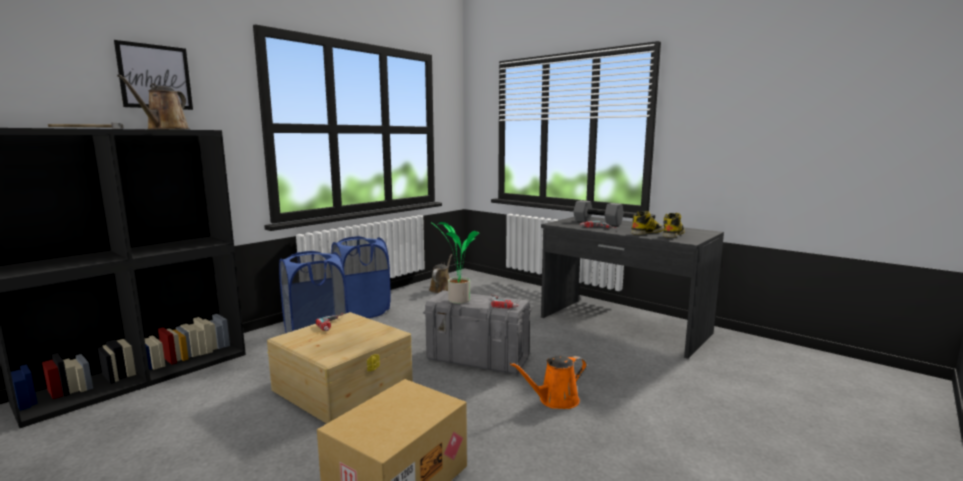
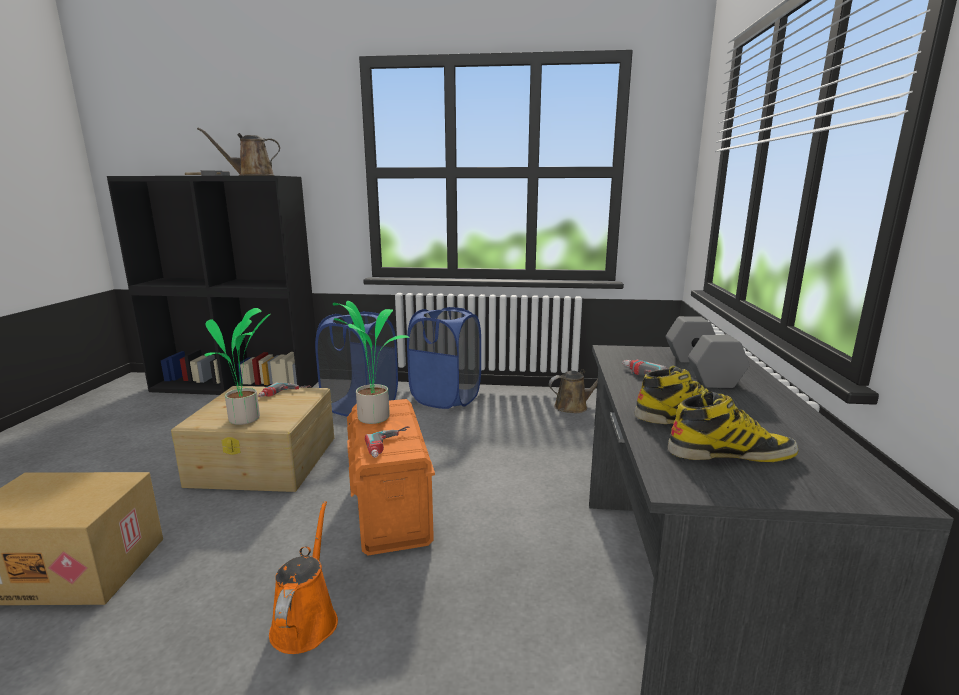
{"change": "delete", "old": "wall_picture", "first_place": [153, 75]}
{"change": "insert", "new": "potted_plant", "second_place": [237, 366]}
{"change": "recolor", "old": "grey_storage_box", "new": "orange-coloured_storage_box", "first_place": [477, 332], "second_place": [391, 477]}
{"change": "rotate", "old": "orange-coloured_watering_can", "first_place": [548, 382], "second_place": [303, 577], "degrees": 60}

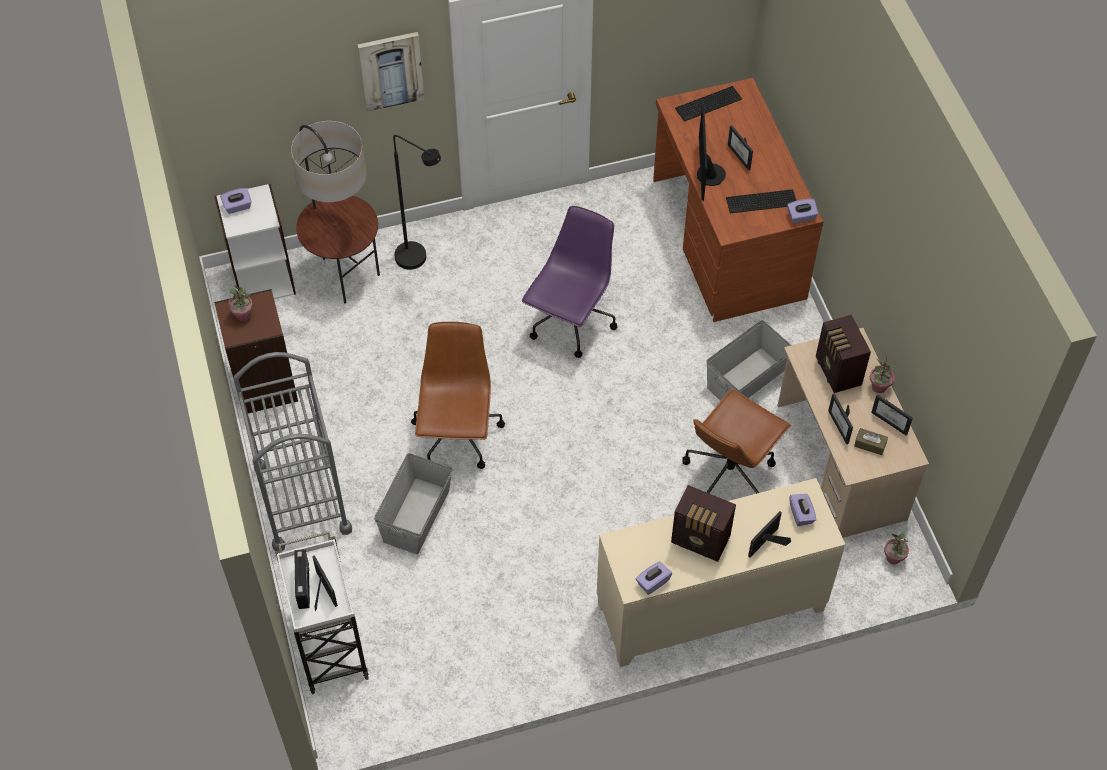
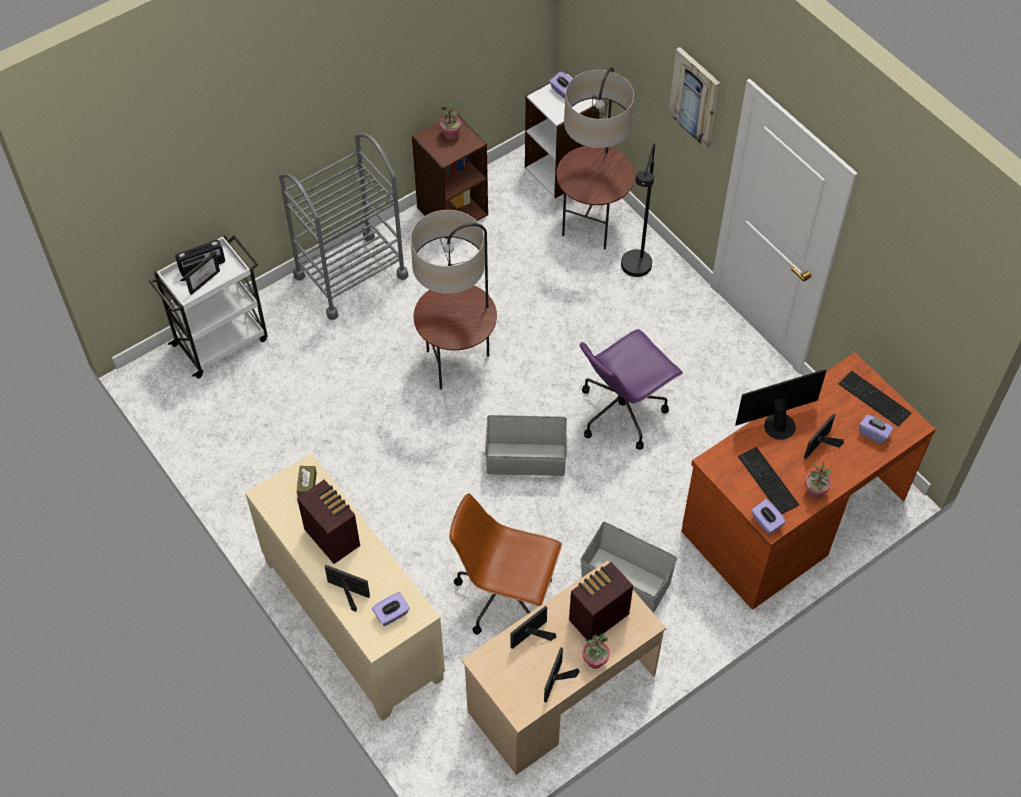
{"change": "move", "old": "grey_storage_box", "first_place": [413, 503], "second_place": [526, 445]}
{"change": "move", "old": "purplish_tissue_box", "first_place": [654, 578], "second_place": [876, 429]}
{"change": "move", "old": "brown_tissue_box", "first_place": [871, 441], "second_place": [307, 481]}
{"change": "move", "old": "potted_plant", "first_place": [896, 549], "second_place": [818, 481]}
{"change": "replace", "old": "brown_computer_chair", "new": "floor_lamp", "first_place": [458, 395], "second_place": [454, 299]}
{"change": "rotate", "old": "purplish_computer_chair", "first_place": [570, 282], "second_place": [631, 389], "degrees": 135}
{"change": "rotate", "old": "radio_set", "first_place": [703, 523], "second_place": [328, 522], "degrees": 135}

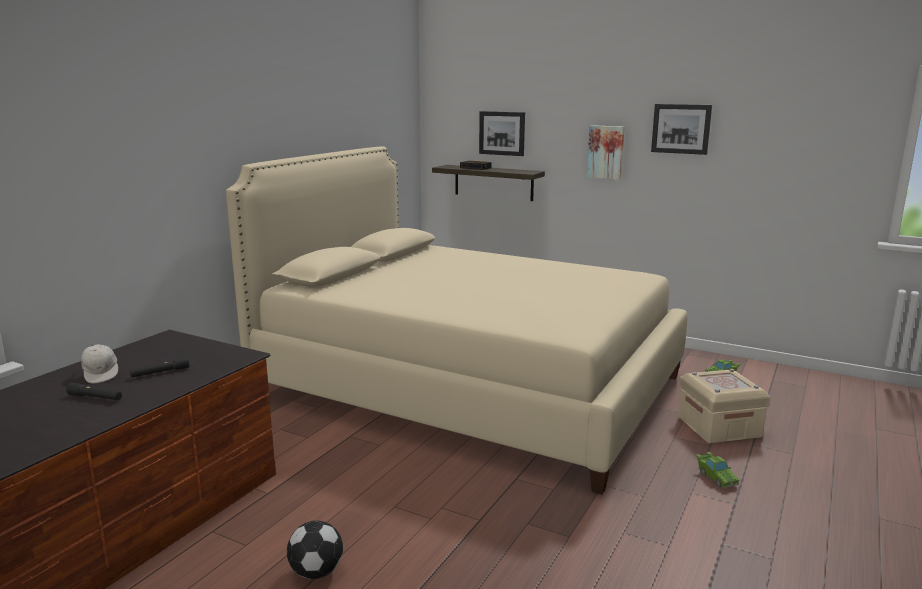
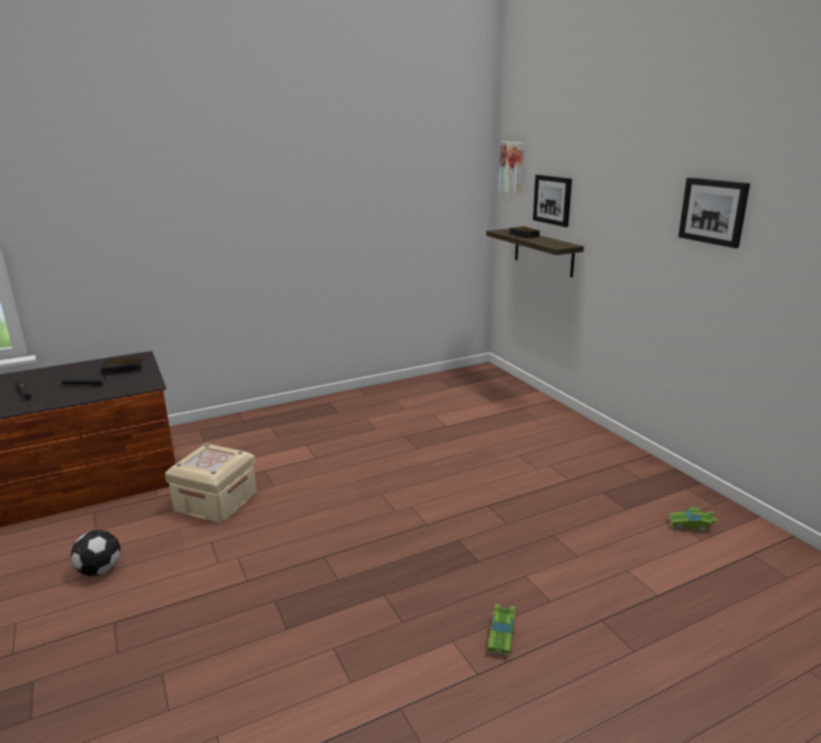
{"change": "delete", "old": "white-coloured_cap", "first_place": [99, 363]}
{"change": "delete", "old": "beige-coloured_sleeping_bed", "first_place": [456, 320]}
{"change": "insert", "new": "alarm_clock", "second_place": [121, 366]}
{"change": "move", "old": "wall_picture", "first_place": [606, 152], "second_place": [511, 168]}
{"change": "move", "old": "beige-coloured_storage_box", "first_place": [724, 406], "second_place": [211, 483]}

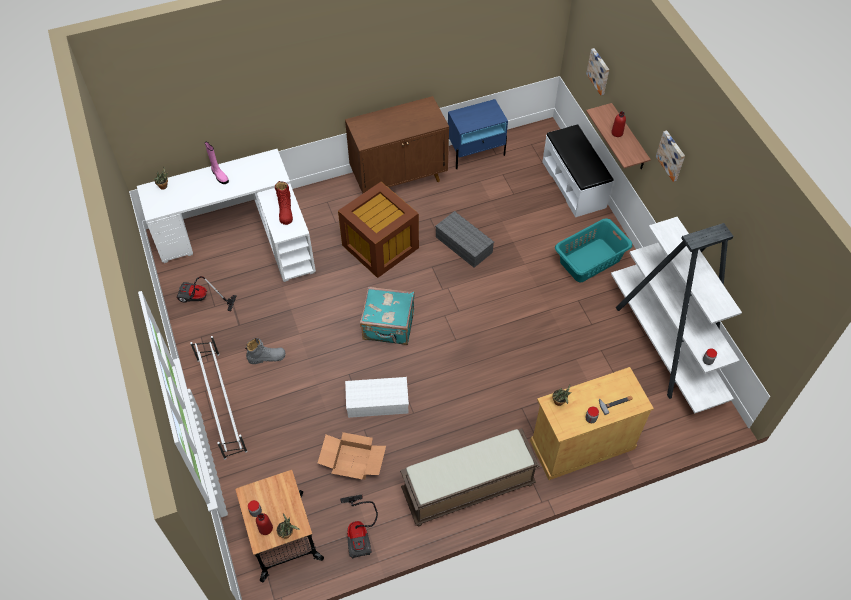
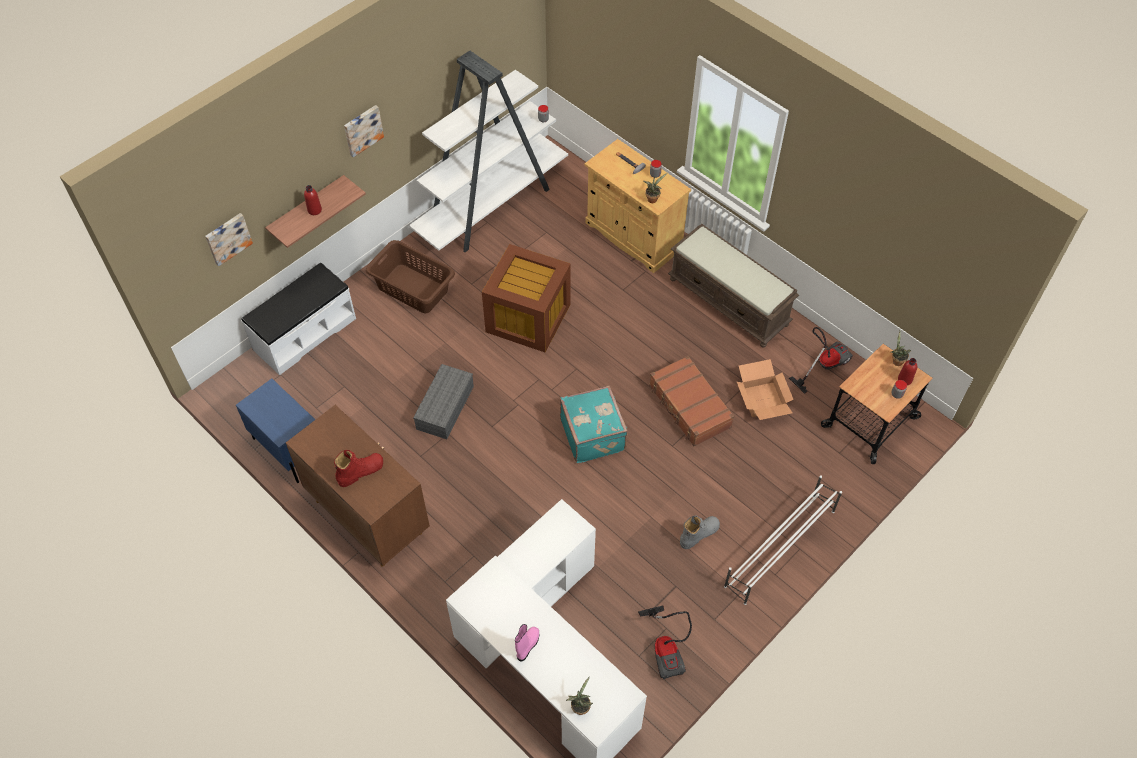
{"change": "move", "old": "reddish_high-top_boot", "first_place": [284, 203], "second_place": [358, 468]}
{"change": "move", "old": "brown_storage_box", "first_place": [378, 230], "second_place": [526, 298]}
{"change": "replace", "old": "white-coloured_storage_box", "new": "brown_piece_of_luggage", "first_place": [377, 397], "second_place": [691, 401]}
{"change": "recolor", "old": "turquoise_laundry_basket", "new": "brown_laundry_basket", "first_place": [593, 250], "second_place": [410, 276]}
{"change": "rotate", "old": "grey_high-top_boot", "first_place": [265, 351], "second_place": [700, 532], "degrees": 90}

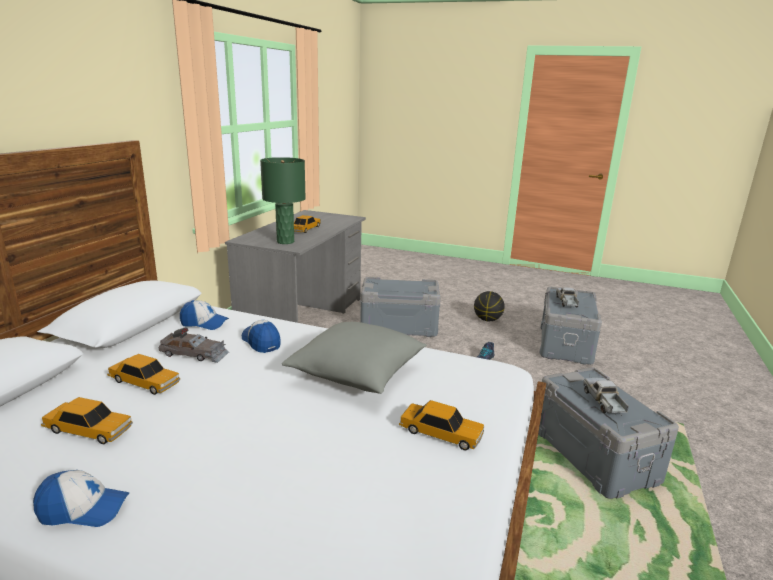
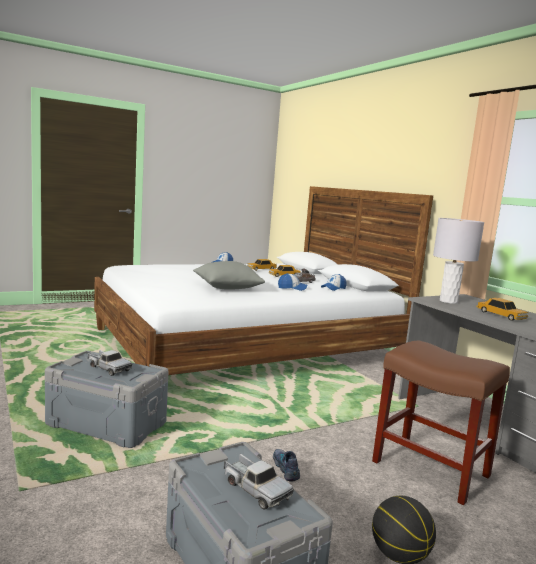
{"change": "delete", "old": "model_car", "first_place": [441, 425]}
{"change": "replace", "old": "grey_storage_box", "new": "brown_sitting_stool", "first_place": [400, 307], "second_place": [441, 423]}
{"change": "recolor", "old": "greenish_tabletop_lamp", "new": "grey_tabletop_lamp", "first_place": [283, 200], "second_place": [458, 261]}

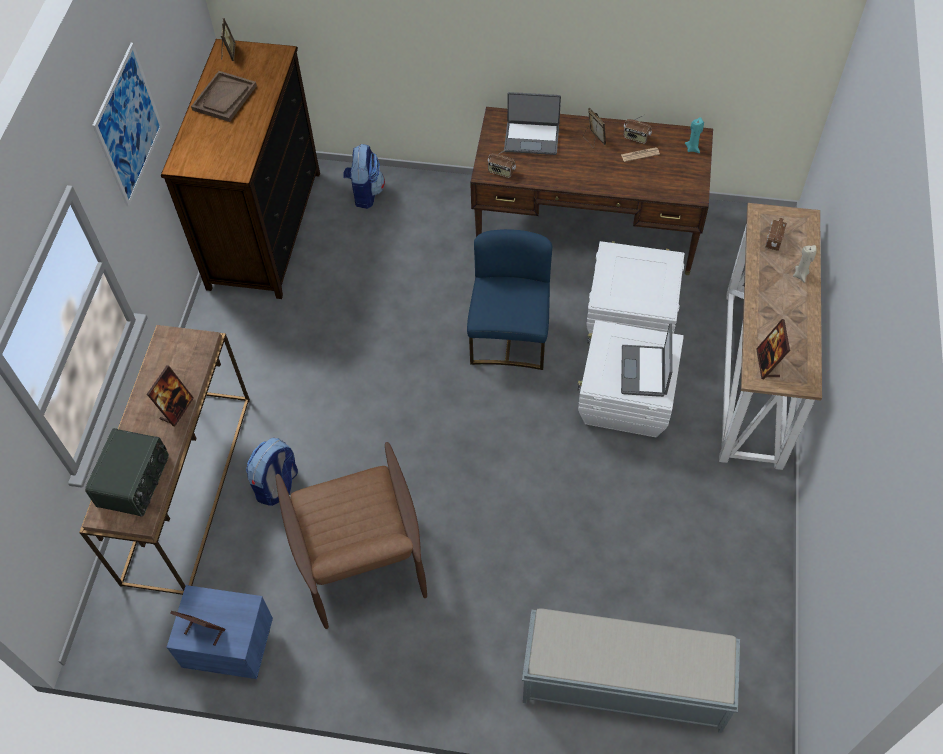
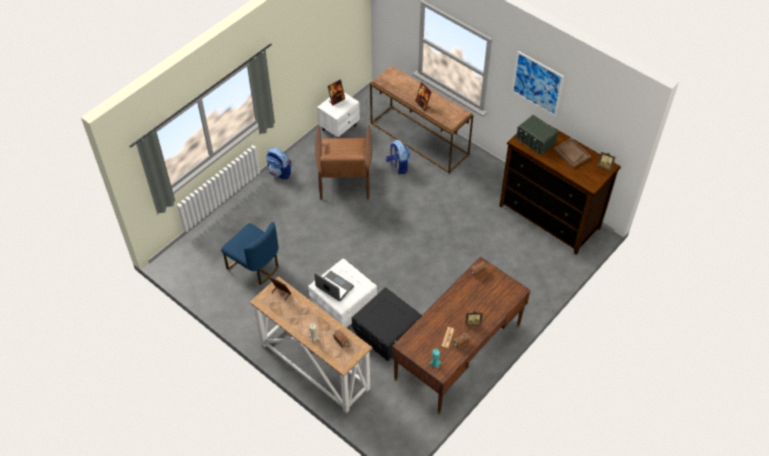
{"change": "delete", "old": "notebook_computer", "first_place": [532, 123]}
{"change": "delete", "old": "grey_indoor_bench", "first_place": [631, 670]}
{"change": "move", "old": "radio_set", "first_place": [127, 472], "second_place": [537, 135]}
{"change": "move", "old": "rucksack", "first_place": [364, 176], "second_place": [279, 163]}
{"change": "move", "old": "bluish_plain_chair", "first_place": [509, 299], "second_place": [250, 253]}
{"change": "recolor", "old": "bluish_nightstand", "new": "white-coloured_nightstand", "first_place": [219, 632], "second_place": [338, 115]}
{"change": "recolor", "old": "white-coloured_storage_box", "new": "blackish_storage_box", "first_place": [635, 287], "second_place": [387, 324]}
{"change": "rotate", "old": "brown_armchair", "first_place": [351, 535], "second_place": [343, 162], "degrees": -105}

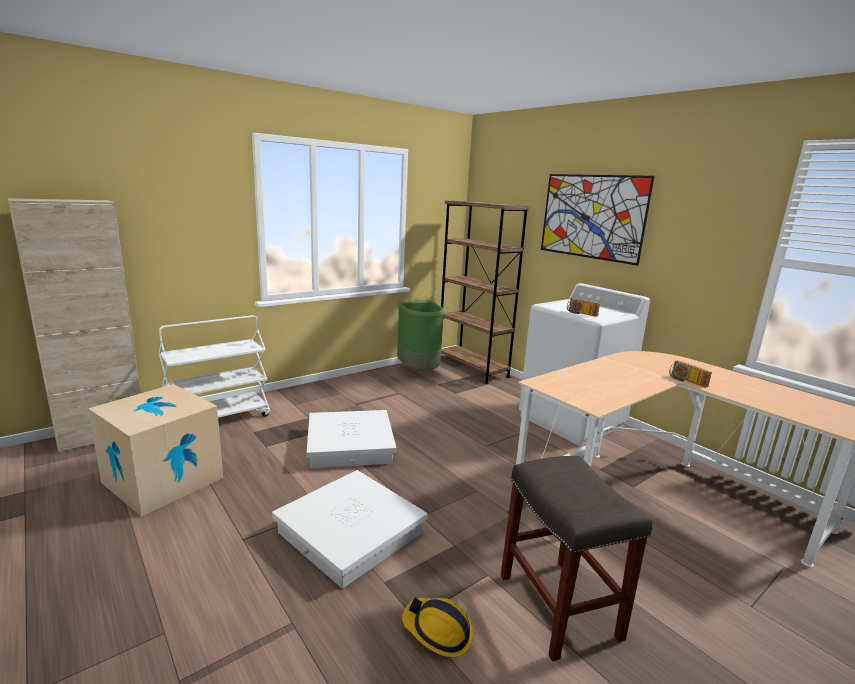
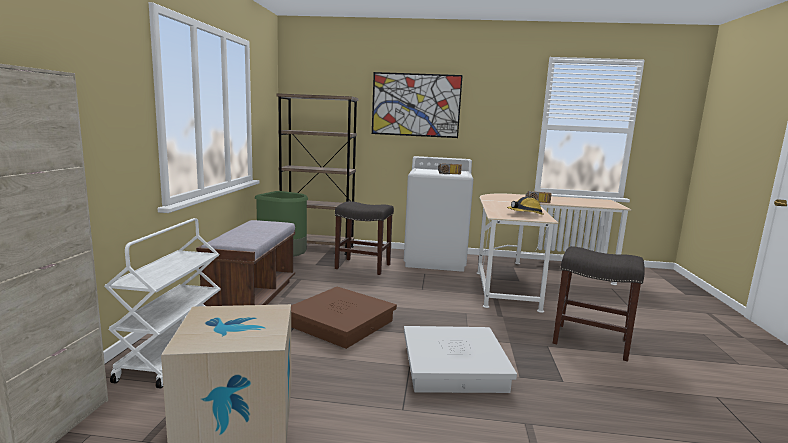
{"change": "insert", "new": "brown_indoor_bench", "second_place": [245, 263]}
{"change": "insert", "new": "grey_sitting_stool", "second_place": [364, 238]}
{"change": "move", "old": "safety_helmet", "first_place": [437, 627], "second_place": [525, 205]}
{"change": "recolor", "old": "white-coloured_storage_box", "new": "brown_storage_box", "first_place": [351, 439], "second_place": [344, 318]}

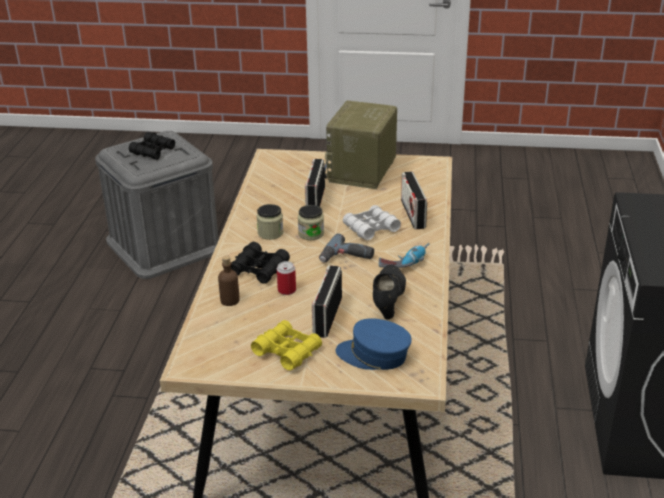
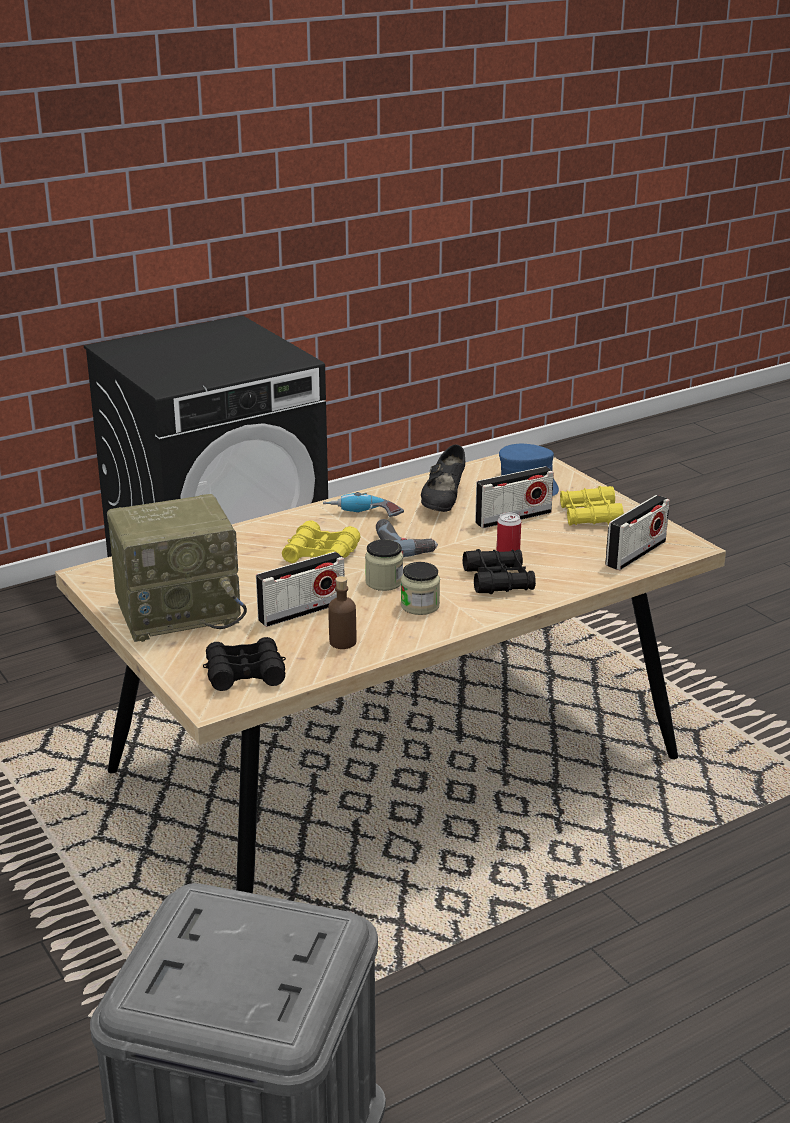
{"change": "move", "old": "blackish_pair_of_binoculars", "first_place": [152, 146], "second_place": [244, 664]}
{"change": "move", "old": "brown_drink_bottle", "first_place": [229, 280], "second_place": [342, 612]}
{"change": "move", "old": "radio_set", "first_place": [414, 200], "second_place": [637, 532]}
{"change": "recolor", "old": "white-coloured_pair_of_binoculars", "new": "yellowish_pair_of_binoculars", "first_place": [372, 222], "second_place": [321, 541]}
{"change": "rotate", "old": "blackish_item_of_footwear", "first_place": [389, 292], "second_place": [443, 478], "degrees": -45}

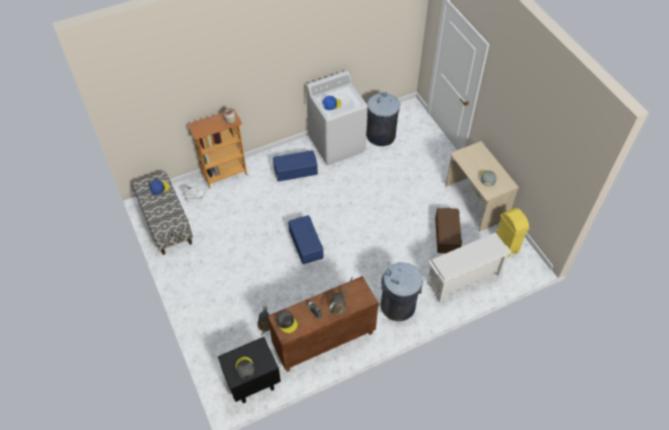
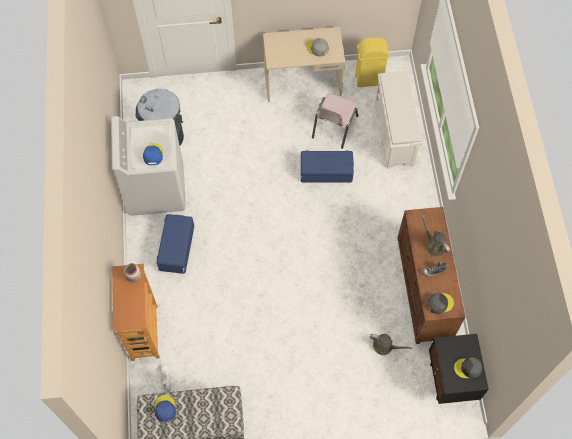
{"change": "delete", "old": "grey_rubbish_bin", "first_place": [402, 291]}
{"change": "move", "old": "bluish_storage_box", "first_place": [305, 239], "second_place": [327, 166]}
{"change": "replace", "old": "brown_storage_box", "new": "pink-coloured_plain_chair", "first_place": [448, 230], "second_place": [335, 121]}

